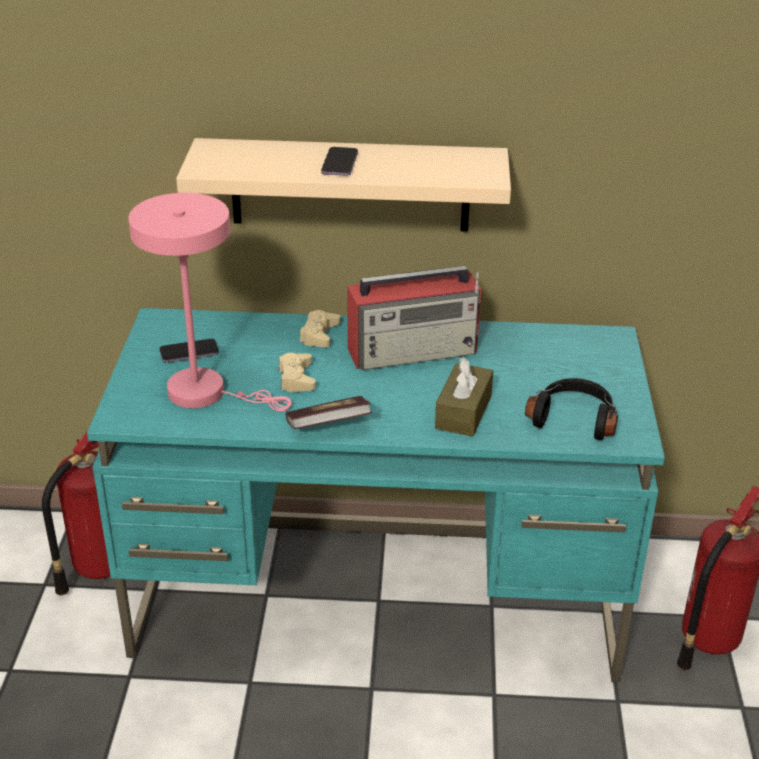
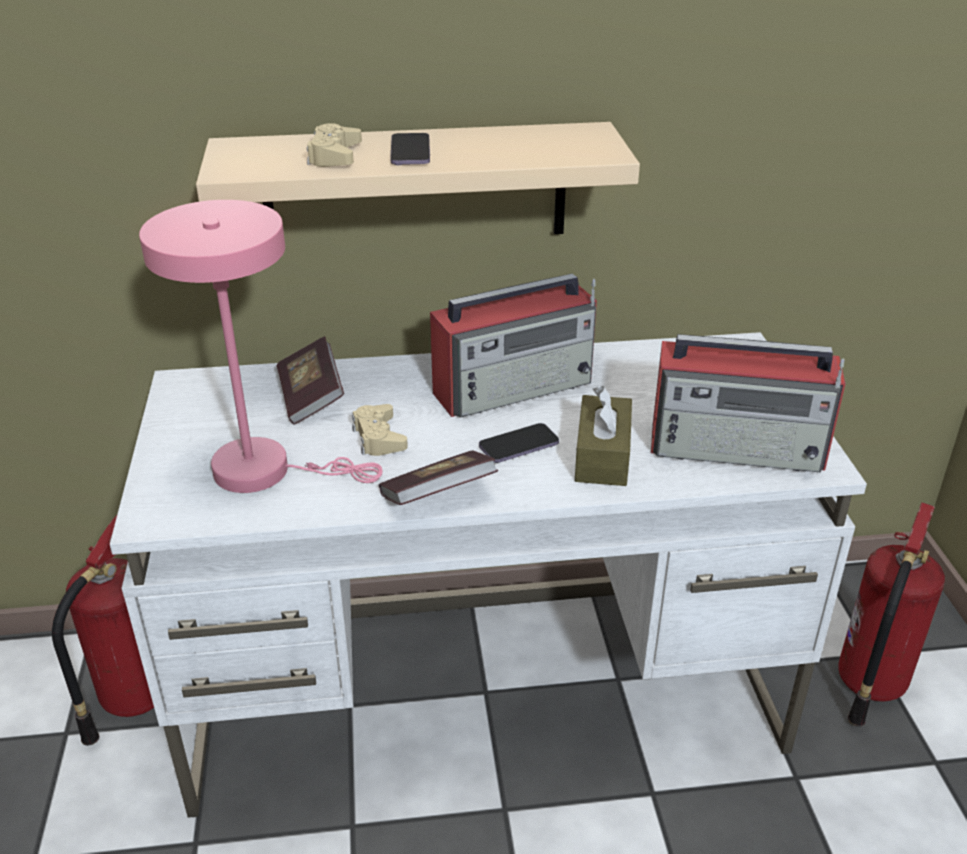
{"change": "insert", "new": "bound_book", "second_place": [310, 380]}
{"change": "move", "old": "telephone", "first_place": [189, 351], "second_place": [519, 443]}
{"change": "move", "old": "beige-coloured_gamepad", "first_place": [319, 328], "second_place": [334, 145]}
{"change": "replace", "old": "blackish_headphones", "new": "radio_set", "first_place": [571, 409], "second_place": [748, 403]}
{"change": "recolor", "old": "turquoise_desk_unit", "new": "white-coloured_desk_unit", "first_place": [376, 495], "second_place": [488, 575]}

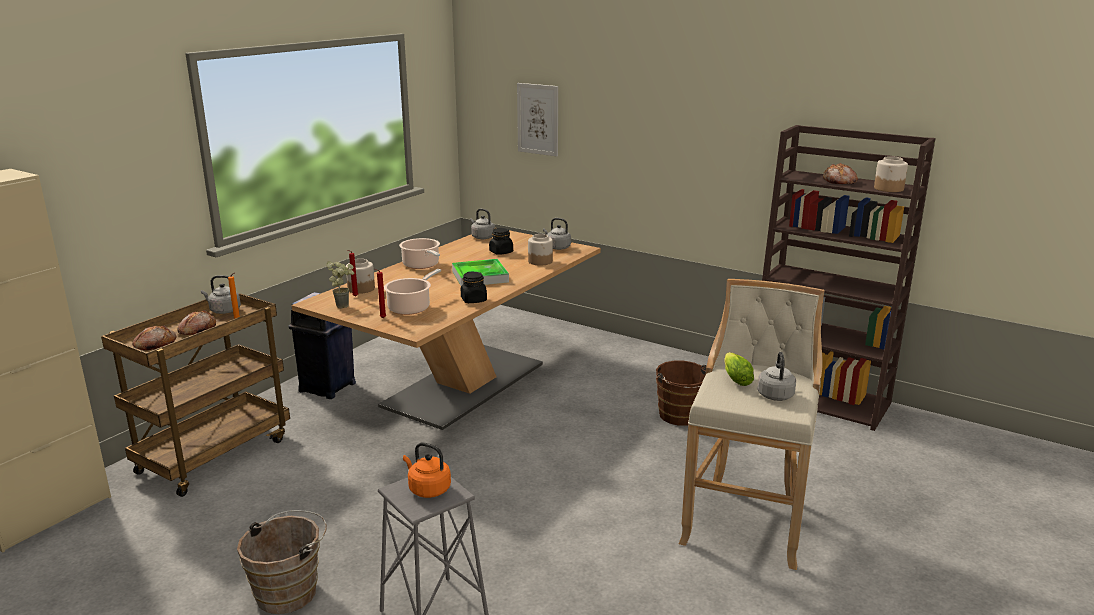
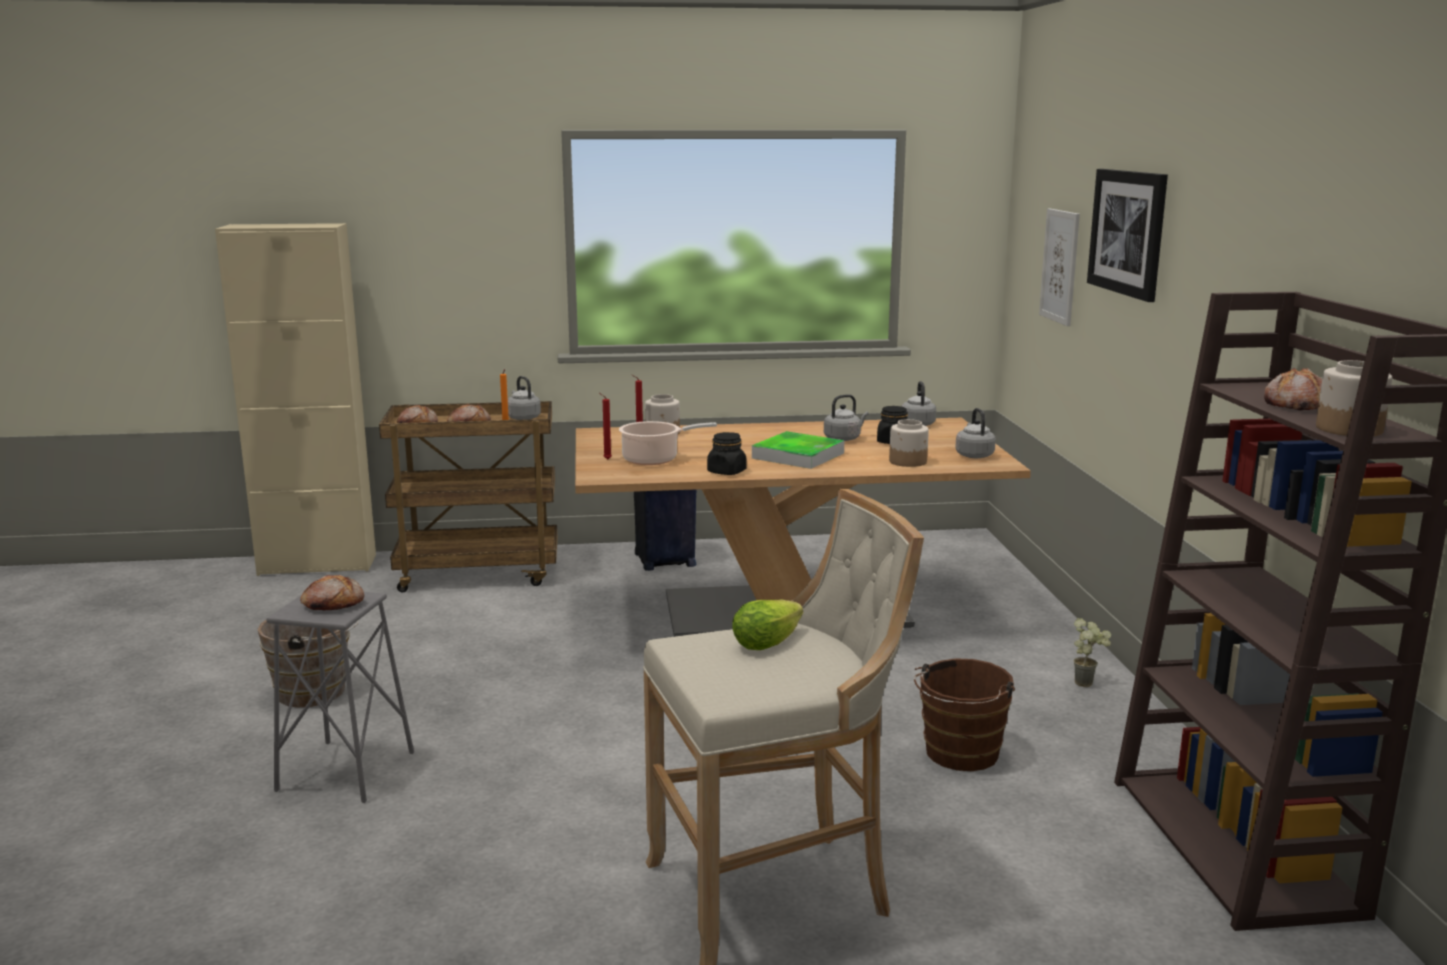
{"change": "delete", "old": "cooking_pot", "first_place": [419, 253]}
{"change": "insert", "new": "wall_picture", "second_place": [1127, 235]}
{"change": "move", "old": "potted_plant", "first_place": [340, 284], "second_place": [1092, 652]}
{"change": "move", "old": "grey_water_kettle", "first_place": [776, 376], "second_place": [846, 417]}
{"change": "replace", "old": "orange-coloured_water_kettle", "new": "bread", "first_place": [427, 470], "second_place": [332, 593]}

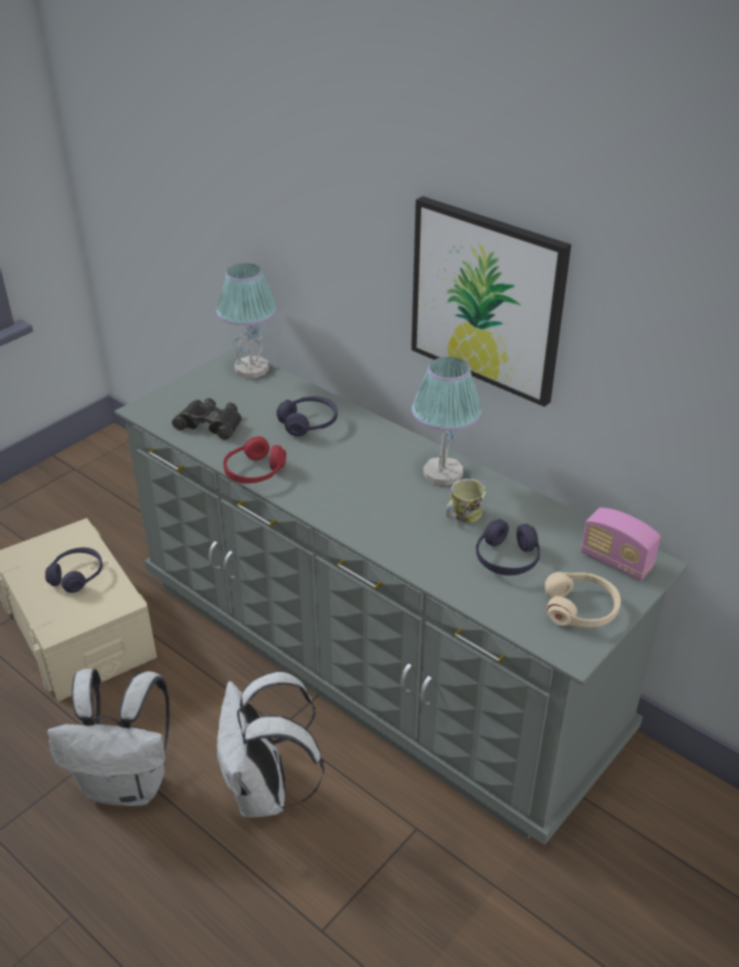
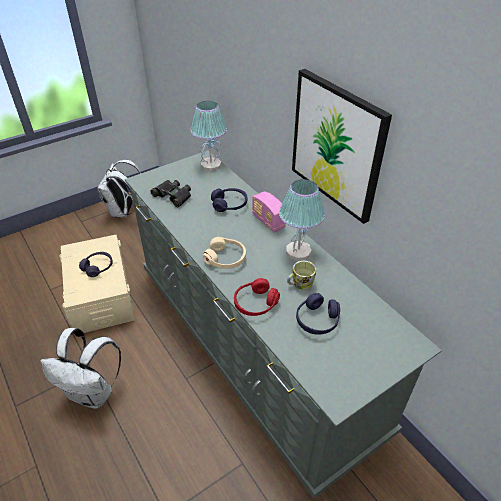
{"change": "move", "old": "white-coloured_rucksack", "first_place": [270, 745], "second_place": [119, 189]}
{"change": "move", "old": "reddish_headphones", "first_place": [254, 459], "second_place": [257, 297]}
{"change": "move", "old": "beige-coloured_headphones", "first_place": [582, 600], "second_place": [224, 253]}
{"change": "move", "old": "radio_set", "first_place": [621, 544], "second_place": [269, 211]}

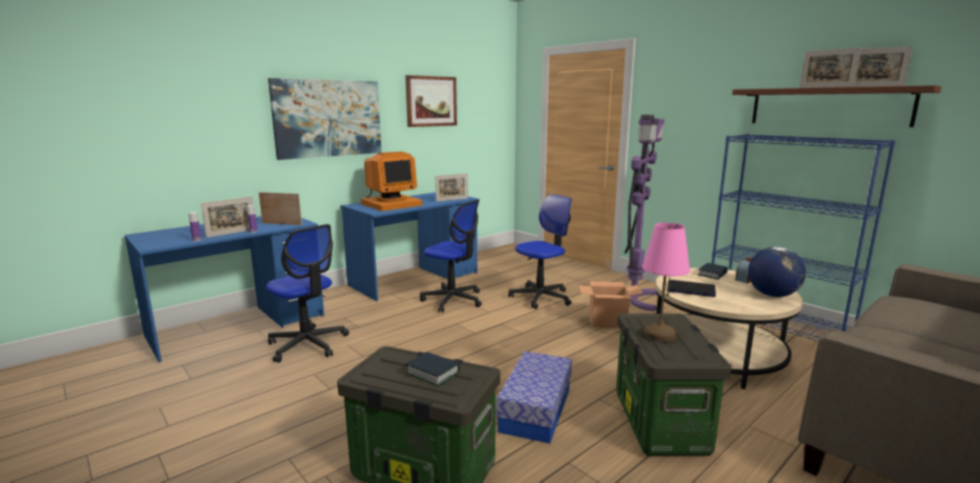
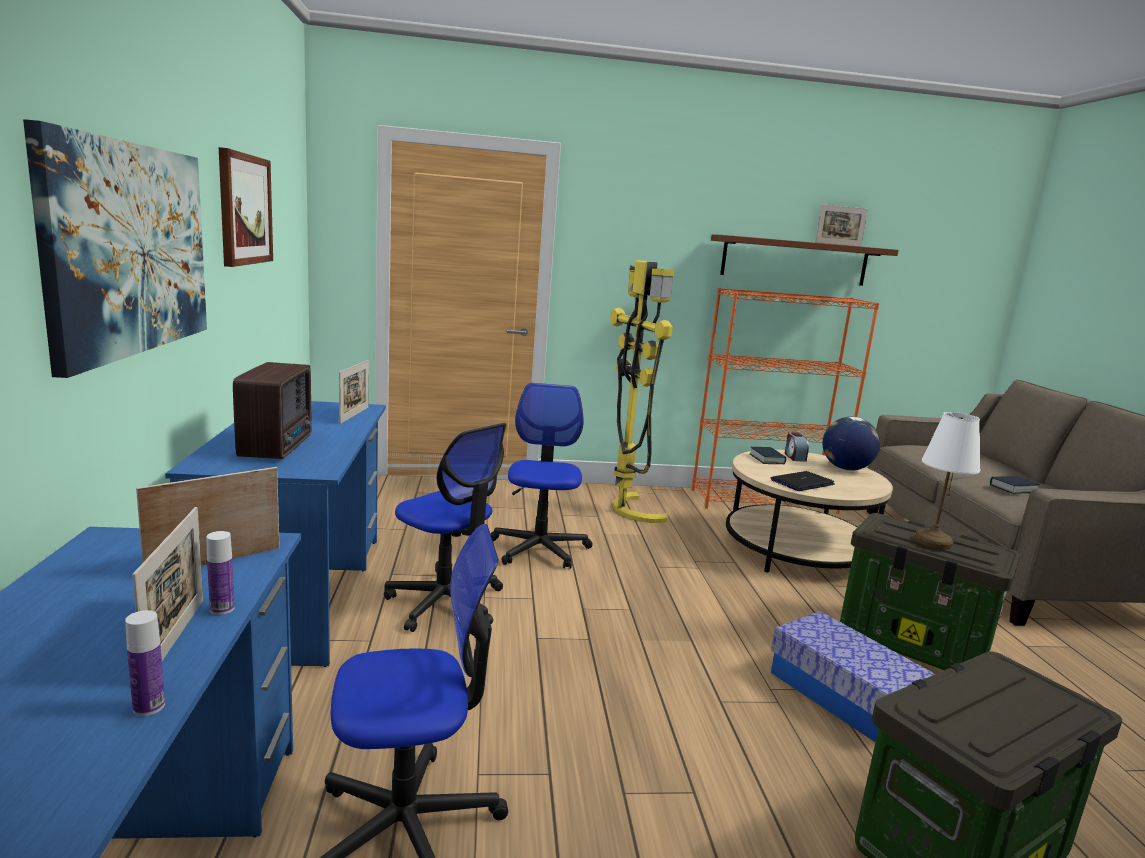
{"change": "delete", "old": "cardboard_box", "first_place": [611, 305]}
{"change": "delete", "old": "picture_frame", "first_place": [830, 67]}
{"change": "move", "old": "bound_book", "first_place": [433, 369], "second_place": [1014, 485]}
{"change": "replace", "old": "monitor", "new": "radio_set", "first_place": [392, 181], "second_place": [272, 410]}
{"change": "recolor", "old": "purplish_floor_lamp", "new": "yellowish_floor_lamp", "first_place": [644, 212], "second_place": [642, 391]}
{"change": "recolor", "old": "pink-coloured_tabletop_lamp", "new": "white-coloured_tabletop_lamp", "first_place": [666, 282], "second_place": [947, 481]}
{"change": "recolor", "old": "bluish_bookcase", "new": "orange-coloured_bookcase", "first_place": [803, 237], "second_place": [785, 401]}
{"change": "rotate", "old": "computer_chair", "first_place": [451, 256], "second_place": [445, 527], "degrees": 60}

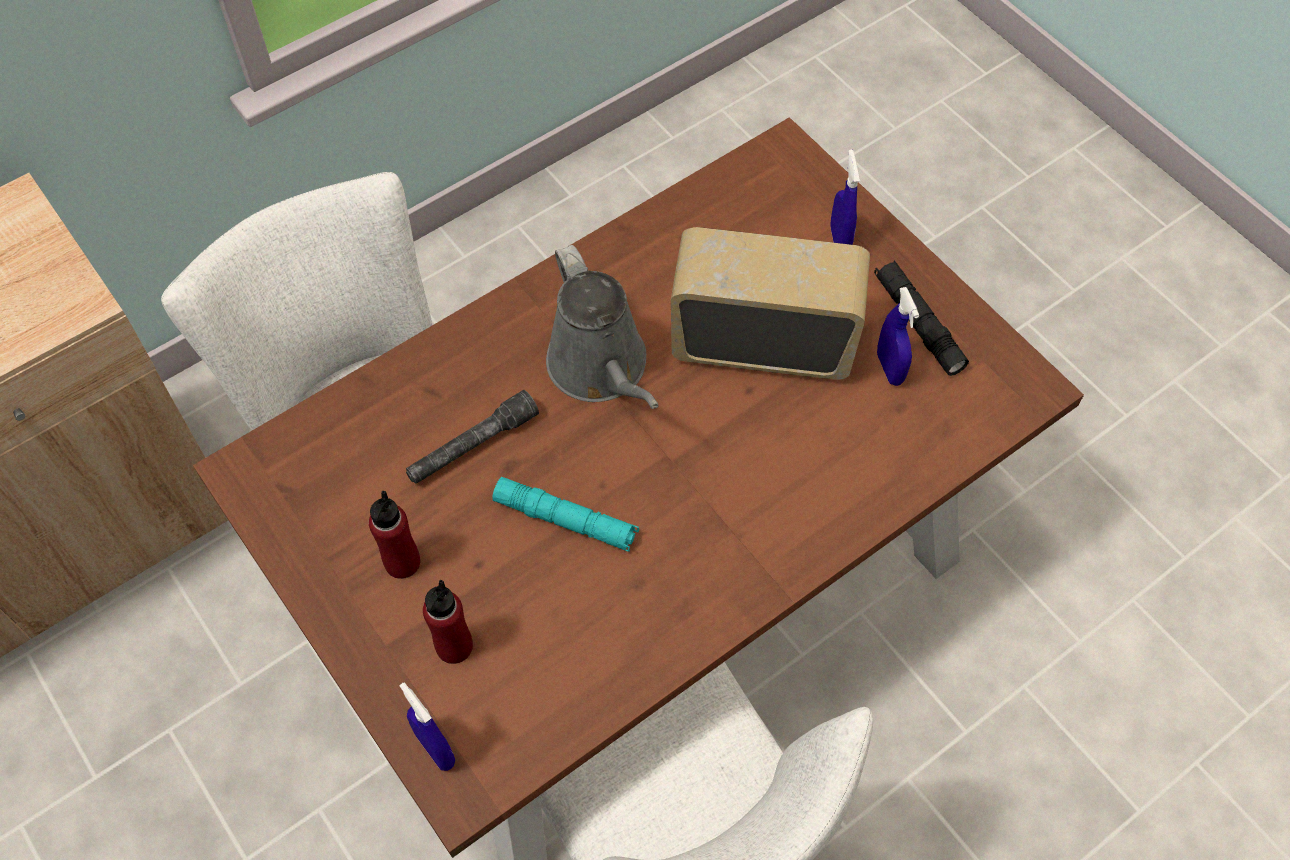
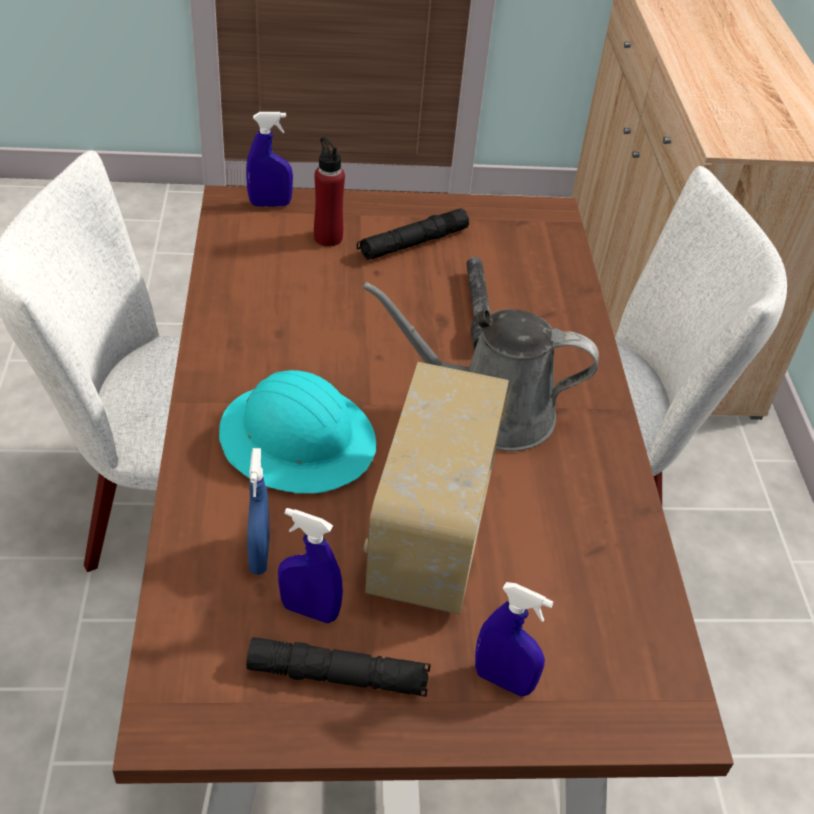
{"change": "delete", "old": "turquoise_torch", "first_place": [565, 514]}
{"change": "insert", "new": "turquoise_safety_helmet", "second_place": [297, 431]}
{"change": "insert", "new": "bluish_sprayer", "second_place": [258, 511]}
{"change": "replace", "old": "reddish_drink_bottle", "new": "blackish_torch", "first_place": [394, 535], "second_place": [413, 234]}
{"change": "rotate", "old": "radio_set", "first_place": [770, 303], "second_place": [436, 488], "degrees": 150}

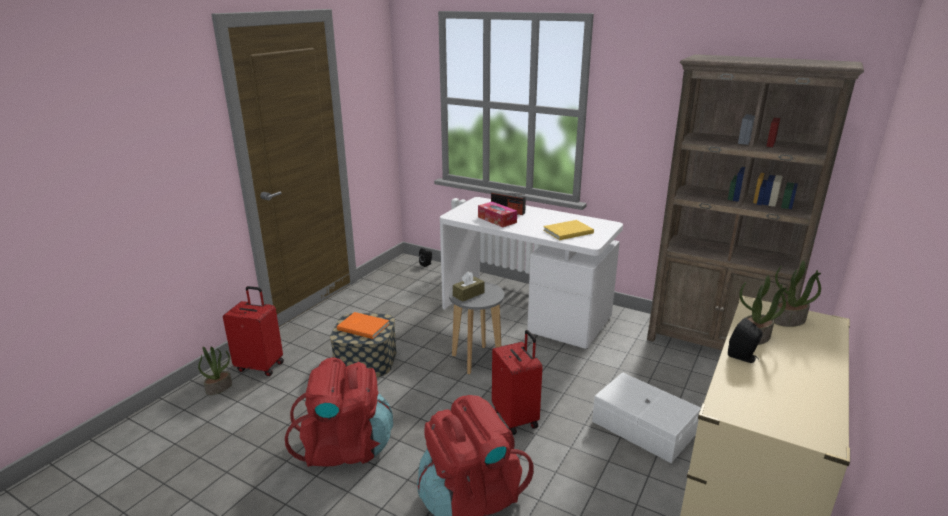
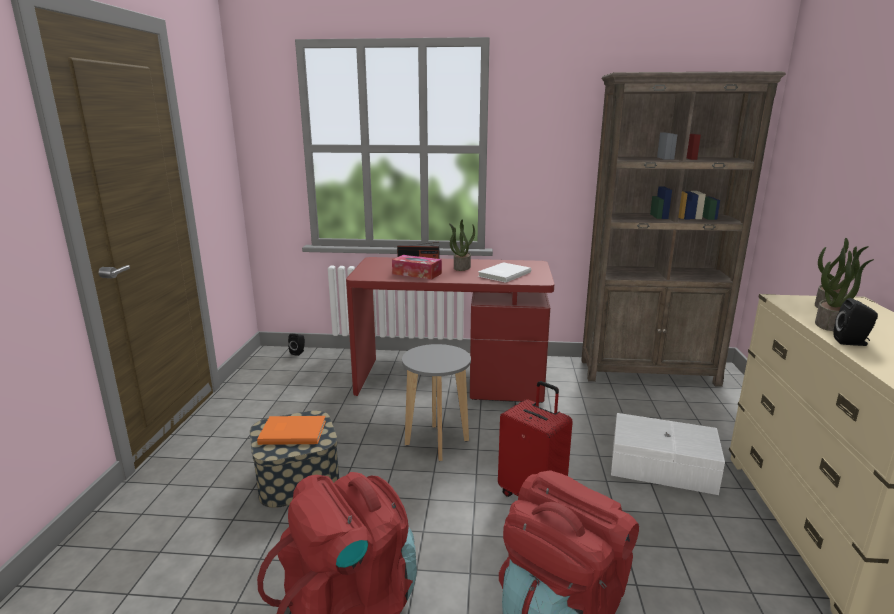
{"change": "delete", "old": "reddish_piece_of_luggage", "first_place": [253, 331]}
{"change": "delete", "old": "brown_tissue_box", "first_place": [469, 286]}
{"change": "move", "old": "potted_plant", "first_place": [215, 370], "second_place": [462, 245]}
{"change": "recolor", "old": "white-coloured_desk_unit", "new": "reddish_desk_unit", "first_place": [531, 273], "second_place": [450, 330]}
{"change": "recolor", "old": "yellowish_bound_book", "new": "white-coloured_bound_book", "first_place": [568, 230], "second_place": [504, 272]}

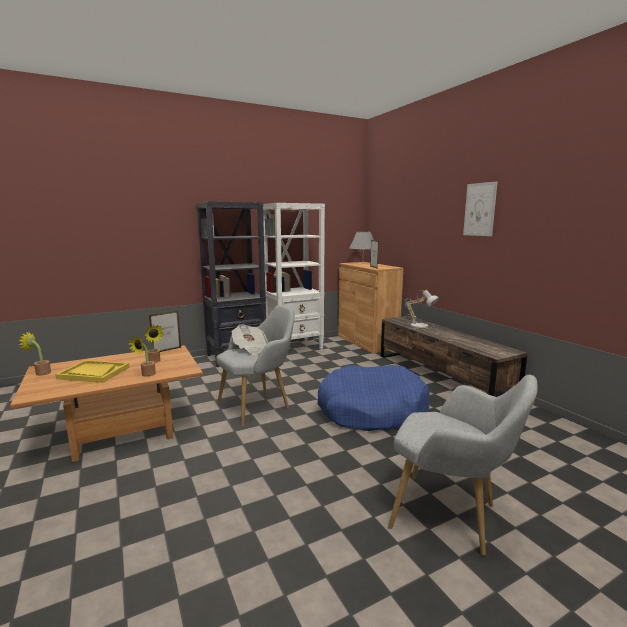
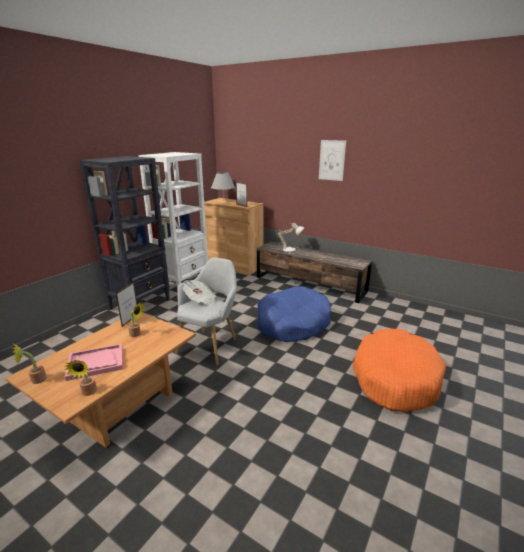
{"change": "move", "old": "potted_plant", "first_place": [142, 356], "second_place": [80, 378]}
{"change": "replace", "old": "grey_armchair", "new": "orange-coloured_dog_bed", "first_place": [463, 465], "second_place": [399, 370]}
{"change": "recolor", "old": "yellowish_serving_tray", "new": "pink-coloured_serving_tray", "first_place": [92, 371], "second_place": [94, 362]}

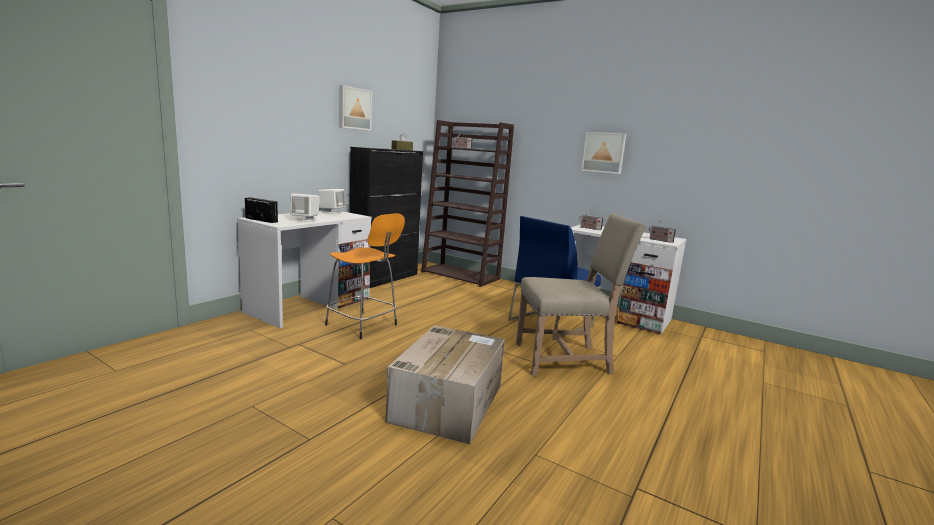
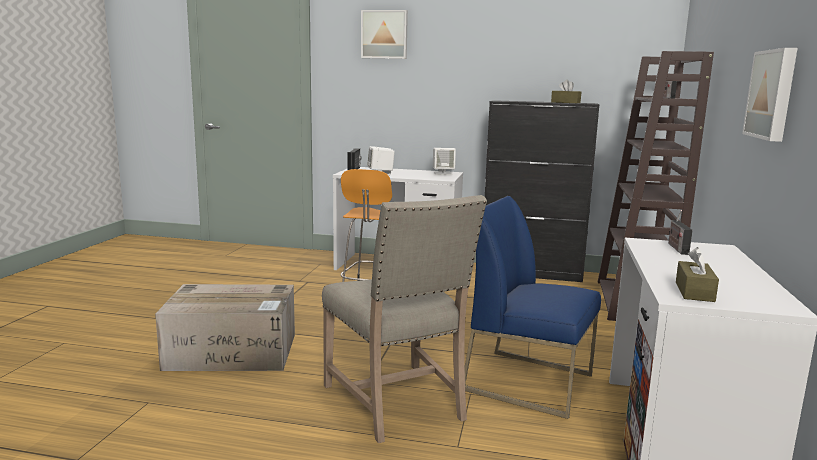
{"change": "move", "old": "wall_picture", "first_place": [355, 108], "second_place": [384, 34]}
{"change": "replace", "old": "radio_set", "new": "brown_tissue_box", "first_place": [662, 231], "second_place": [697, 274]}

